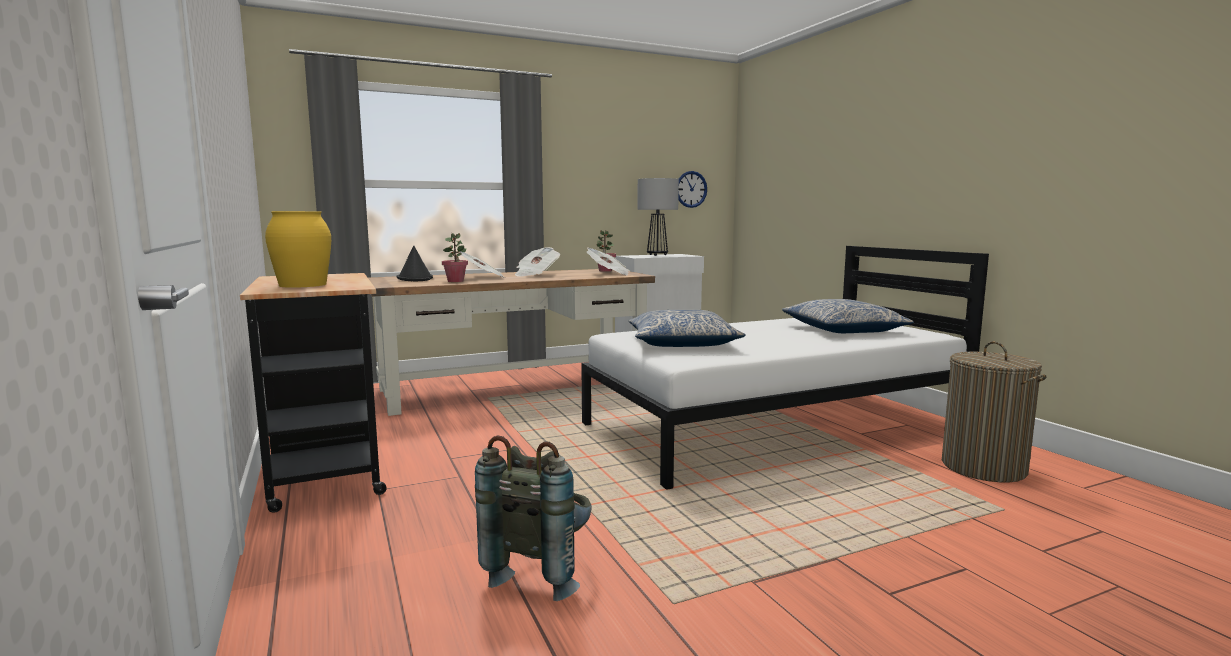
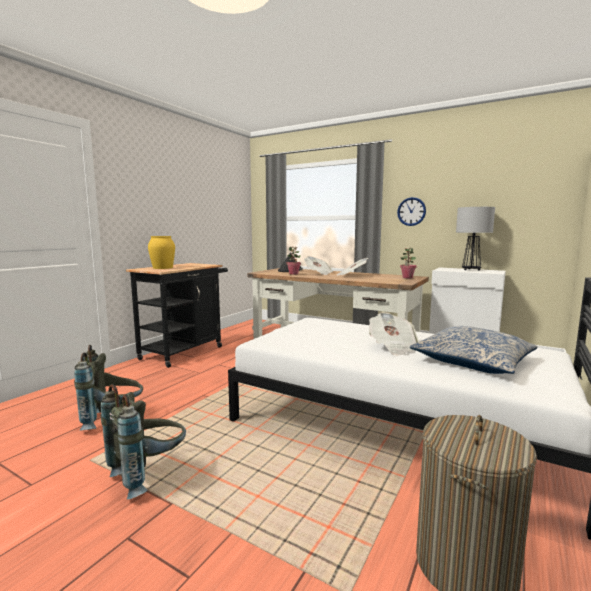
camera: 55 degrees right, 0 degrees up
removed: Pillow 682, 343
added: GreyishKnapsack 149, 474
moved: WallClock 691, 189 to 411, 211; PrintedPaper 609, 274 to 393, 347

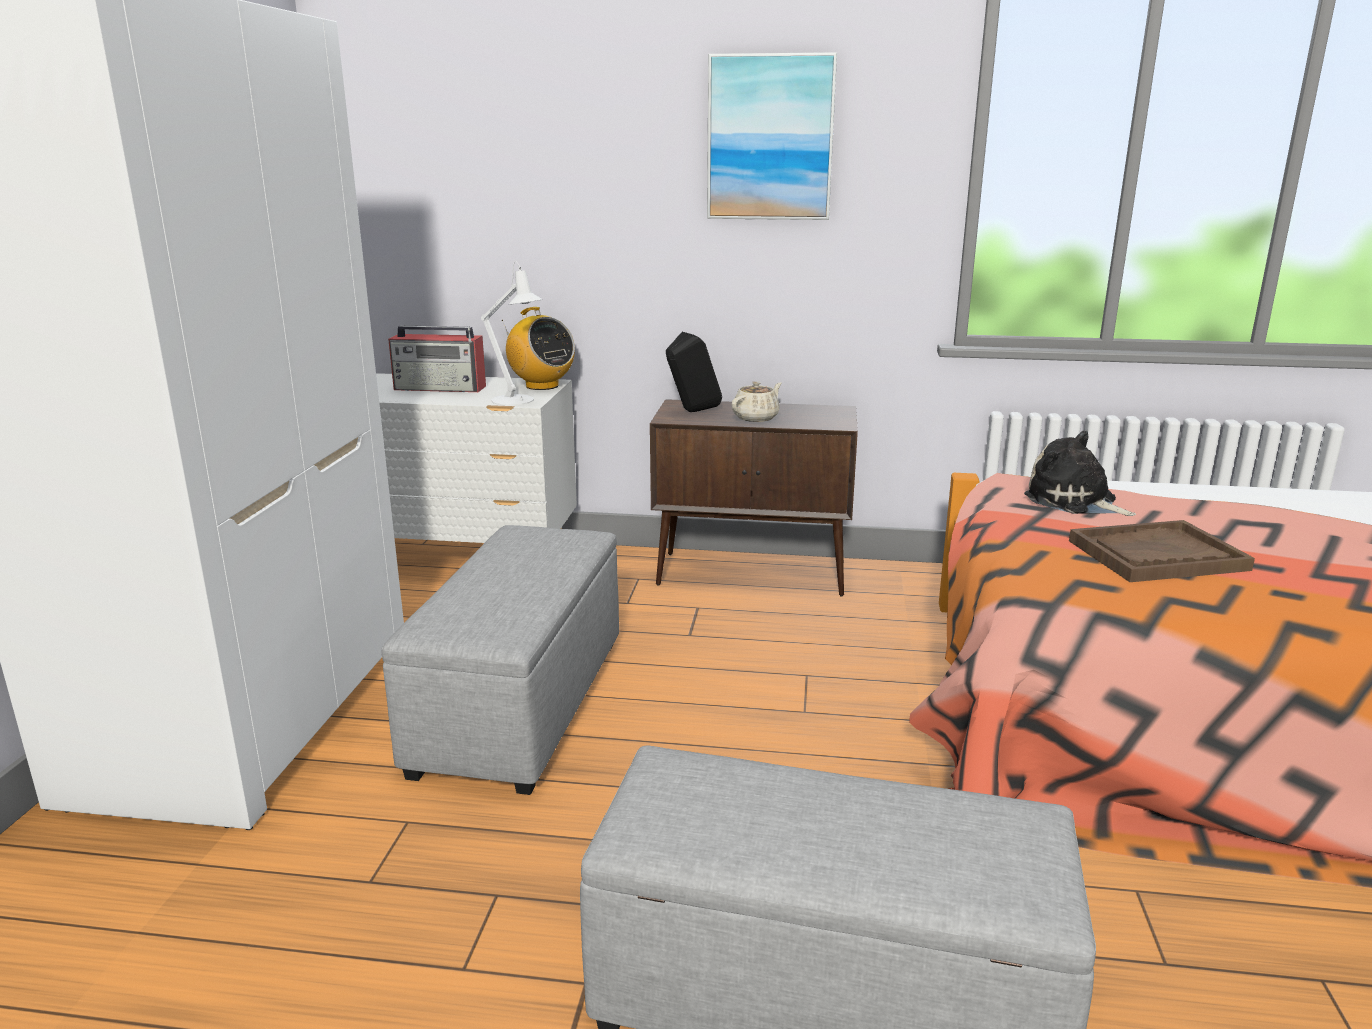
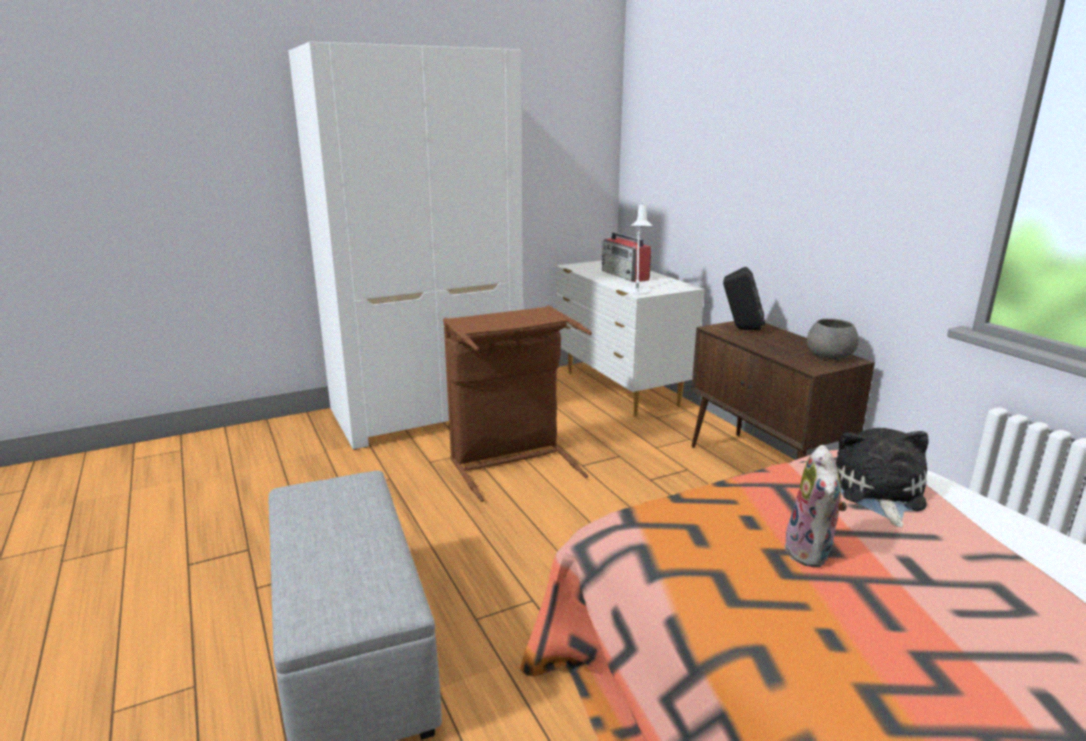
camera: 55 degrees right, 0 degrees up
removed: WallPicture 770, 138; Radio 541, 386; BeigePotForTea 756, 417
added: GreyishDeepDish 831, 356
replaced: BrownCarryingTray 1157, 555 to PlushToy 812, 552; GreyishFootrest 521, 703 to BrownWashingBasket 512, 463

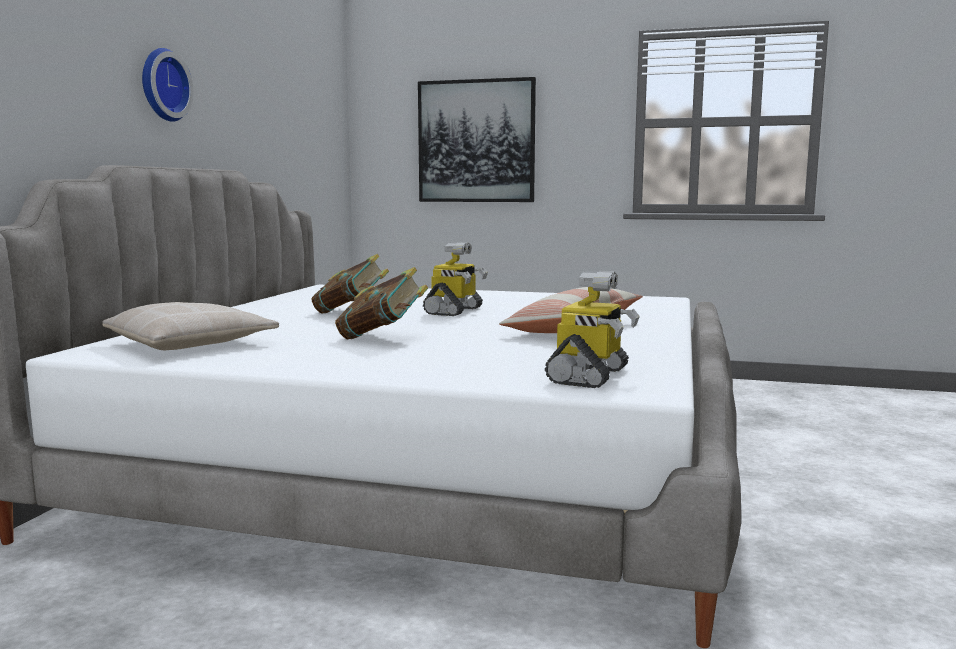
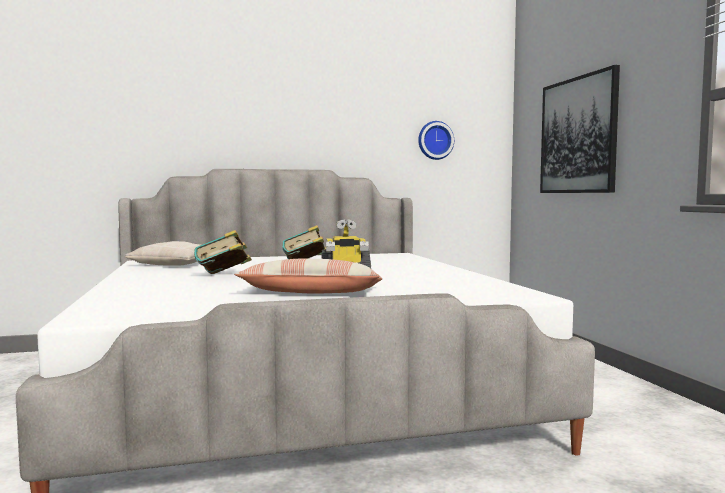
camera: 60 degrees right, 5 degrees down
removed: RobotFigure 590, 376
moved: WallClock 162, 85 to 435, 140

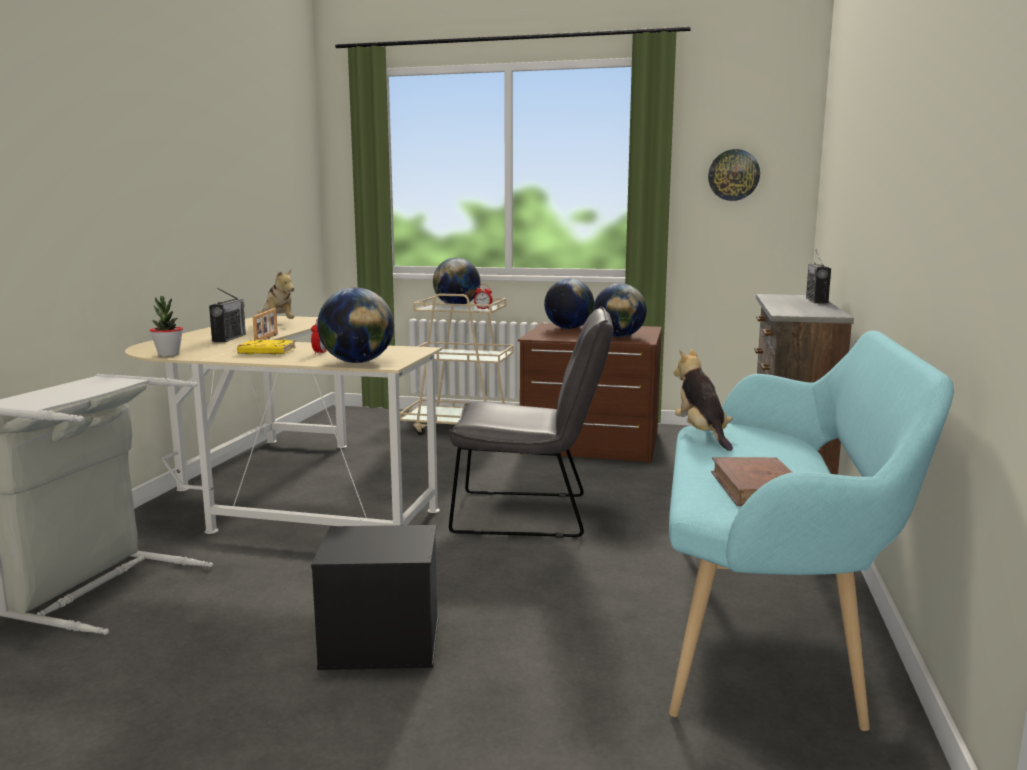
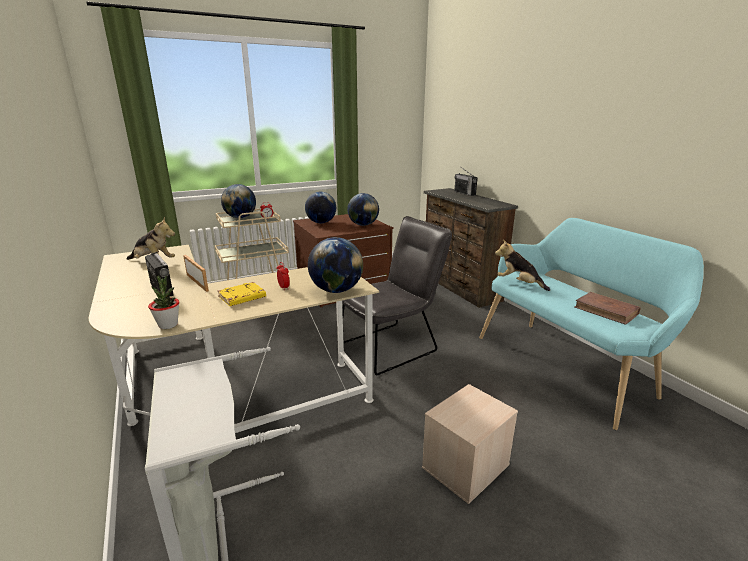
camera: 40 degrees left, 10 degrees up
removed: WallClock 733, 175
recoloured: BlackColouredStorageBin 379, 644 to BeigeStorageBin 466, 467

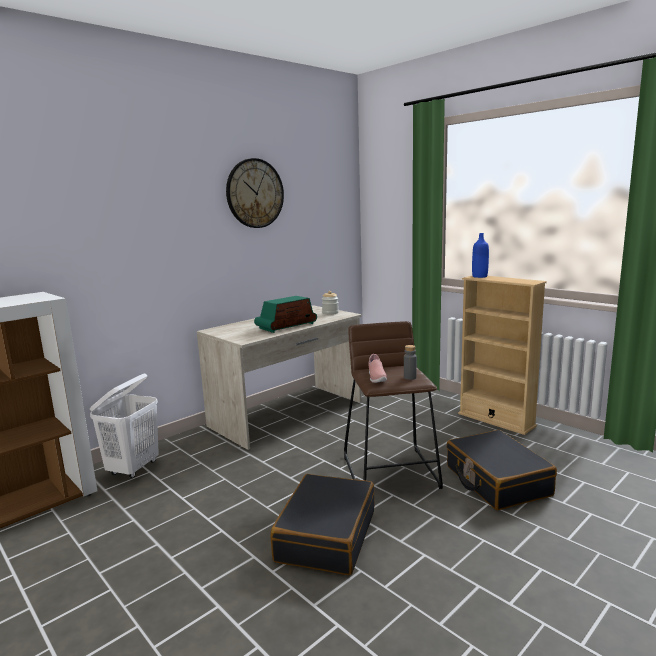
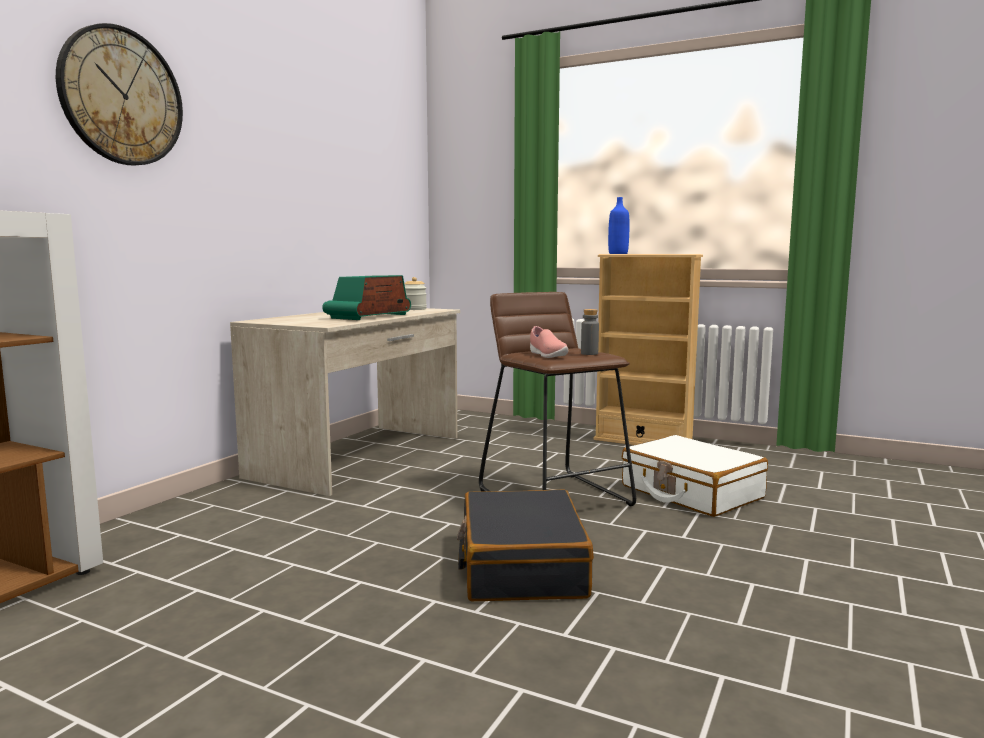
camera: 20 degrees left, 5 degrees down
removed: WhiteWashingBasket 134, 468
moved: WallClock 255, 193 to 121, 97
recoloured: BlackColouredPieceOfLuggage 496, 481 to WhitePieceOfLuggage 691, 492

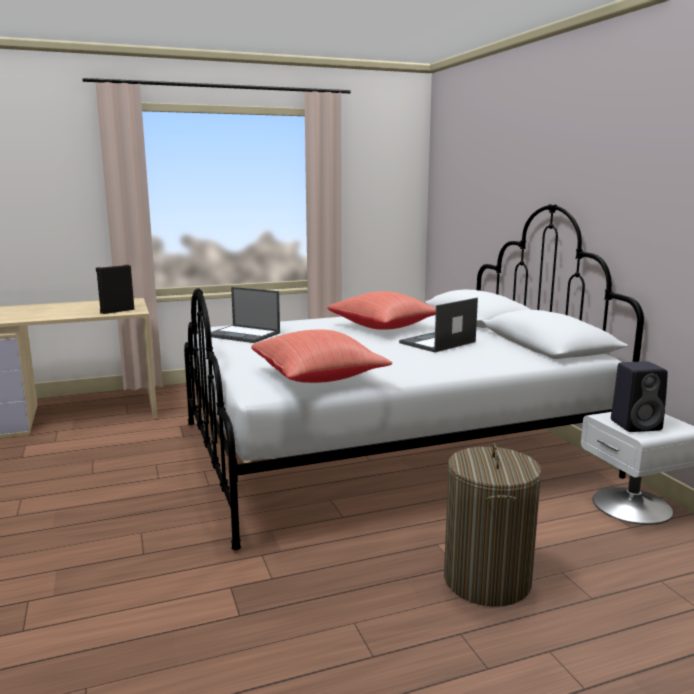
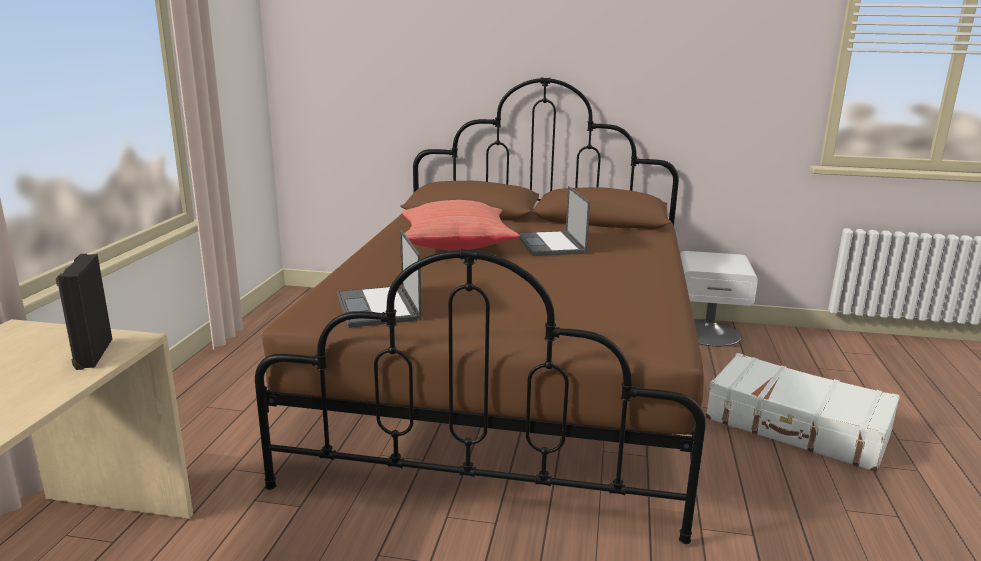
camera: 60 degrees left, 5 degrees up
removed: ReddishPillow 319, 378; BlackColouredSpeaker 637, 425
replaced: WashingBasket 487, 580 to WhitePieceOfLuggage 797, 427
recoloured: WhiteSleepingBed 387, 449 to BrownSleepingBed 512, 384
turned: PortableComputer 244, 335 = 378, 307 105 degrees clockwise

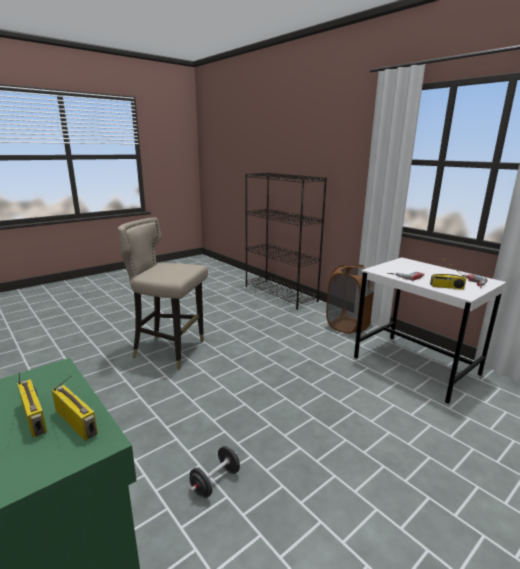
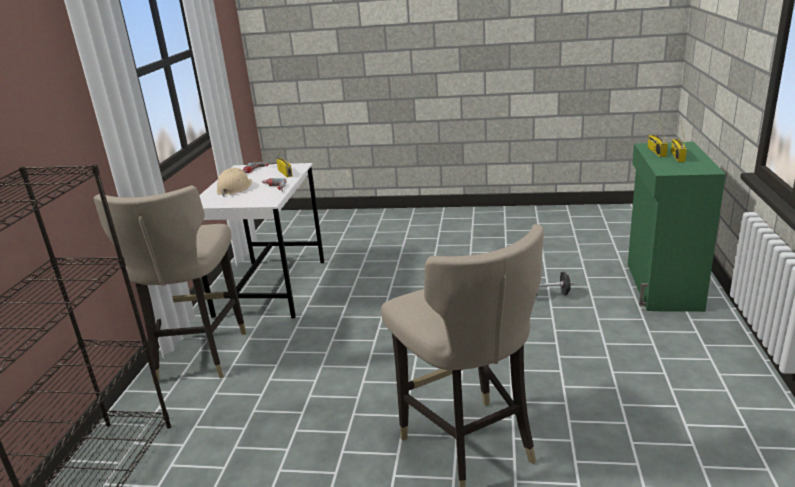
camera: 130 degrees left, 5 degrees up
added: BeigeHardHat 234, 188
replaced: BrownWashingBasket 349, 325 to BeigeStool 198, 355

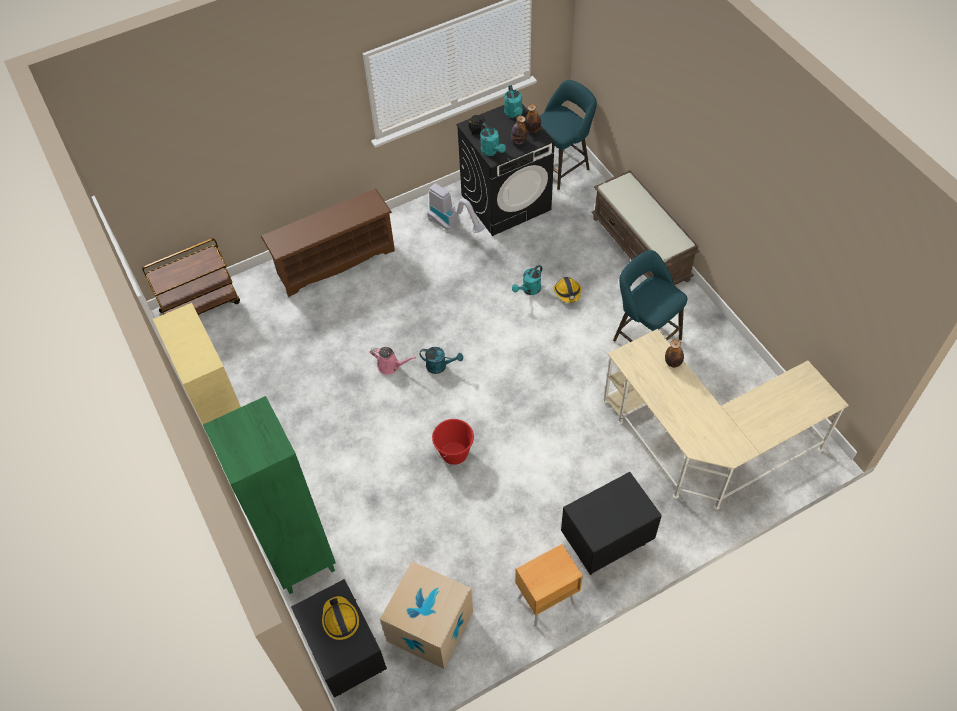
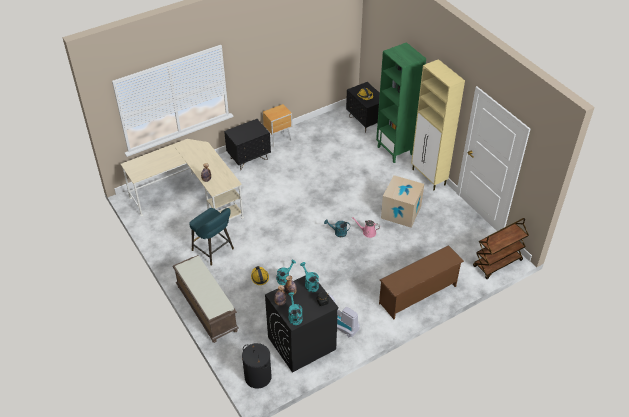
camera: 175 degrees right, 10 degrees down
removed: ReddishBucket 454, 453
moved: PackingBox 430, 626 to 401, 212
replaced: TurquoiseColouredStool 561, 166 to BlackColouredWashingBasket 257, 377

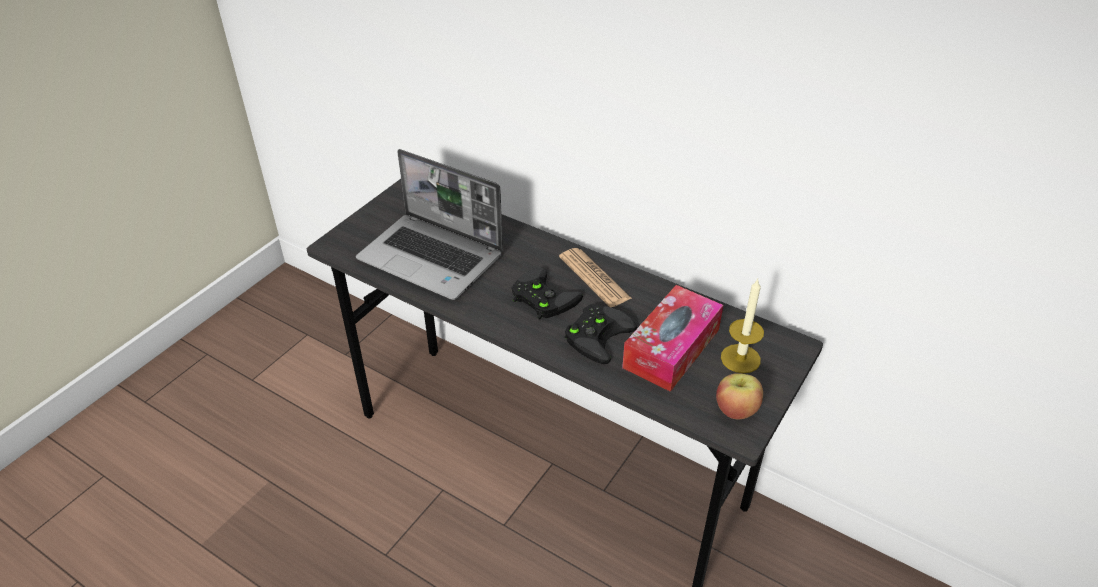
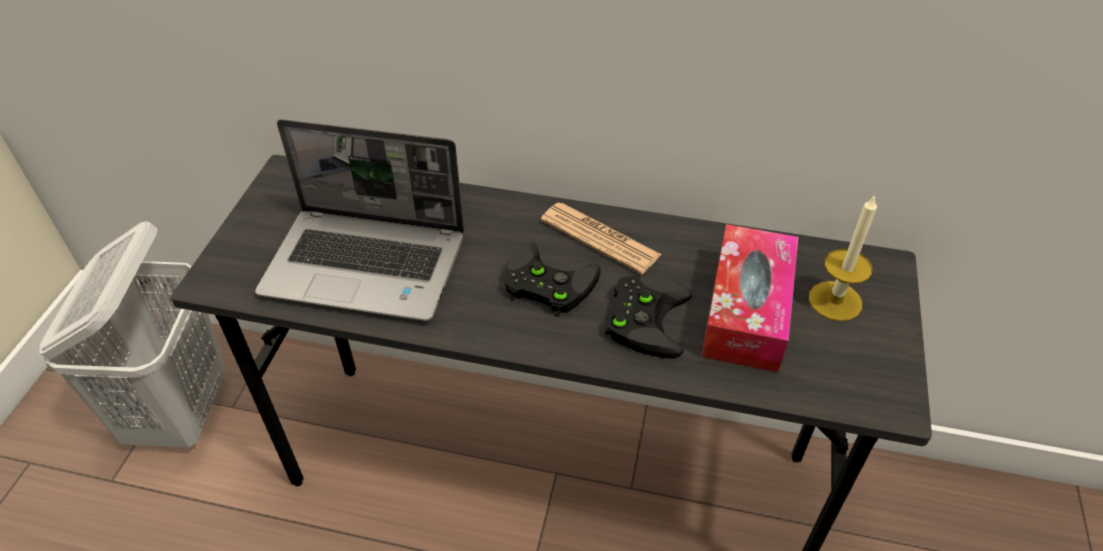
camera: 20 degrees left, 5 degrees up
removed: Apple 736, 409
added: WhiteWashingBasket 180, 411

